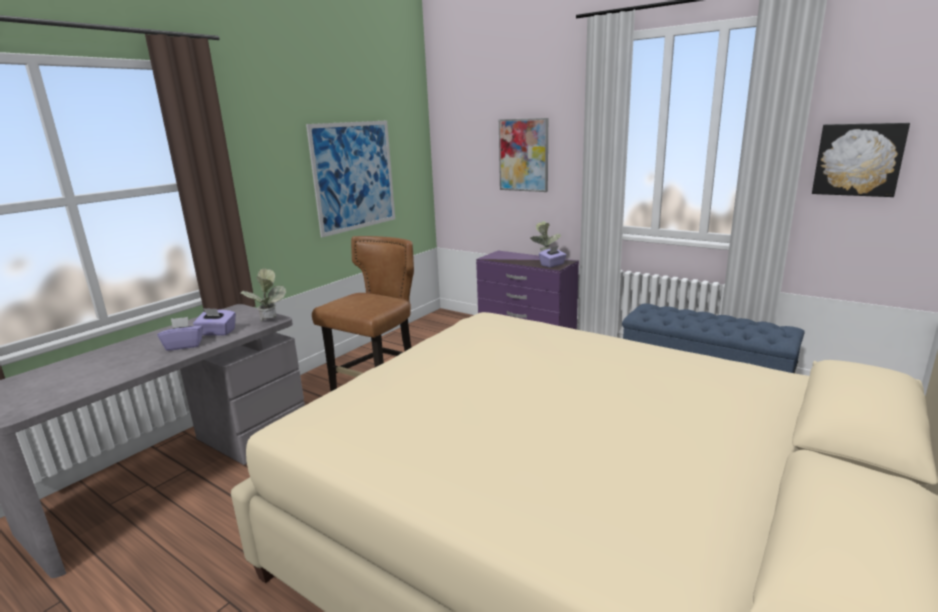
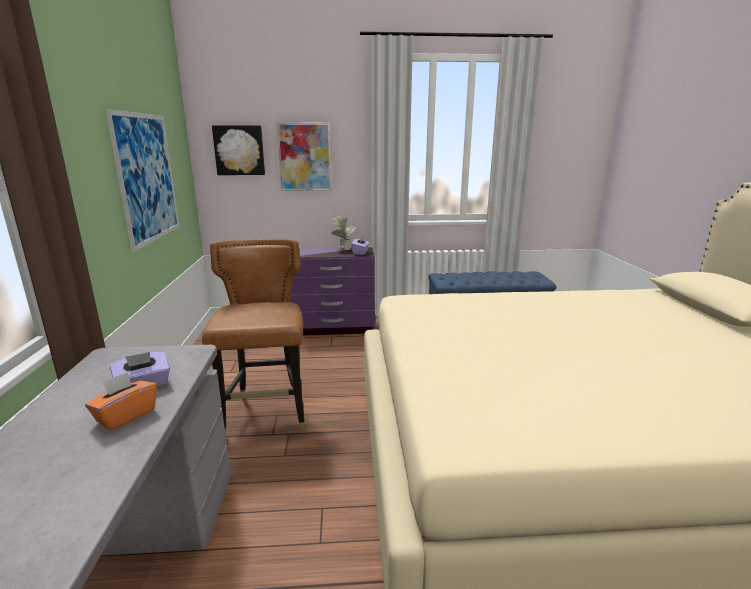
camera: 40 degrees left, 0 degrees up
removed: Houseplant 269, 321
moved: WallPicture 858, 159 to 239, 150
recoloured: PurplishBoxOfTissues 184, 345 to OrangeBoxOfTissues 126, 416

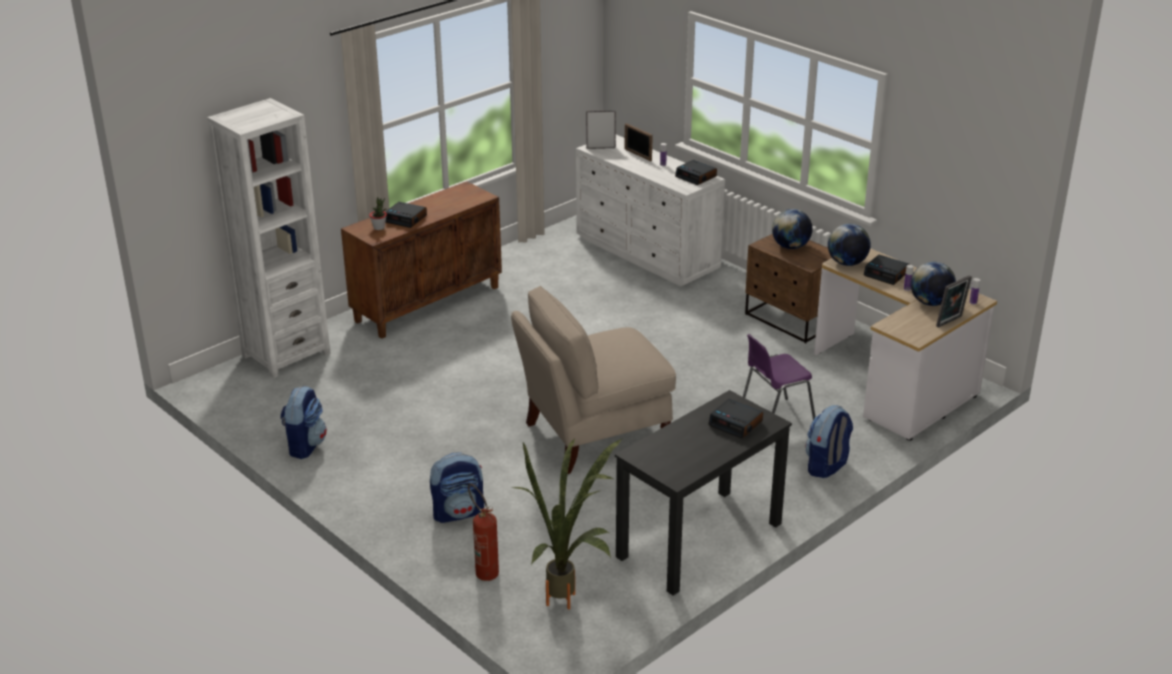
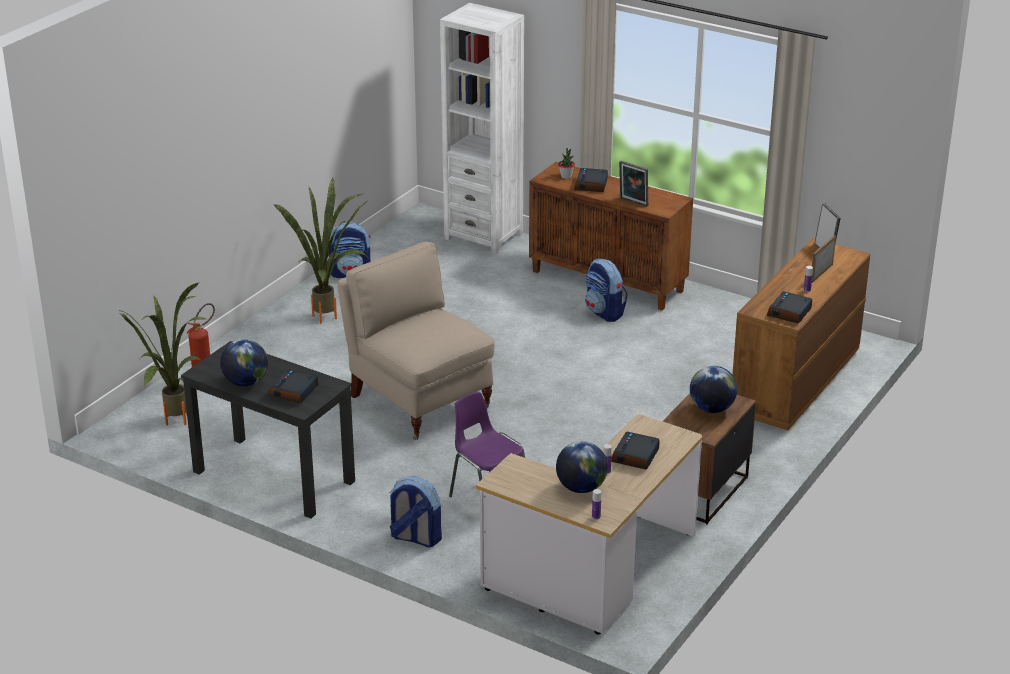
camera: 75 degrees right, 0 degrees up
added: Houseplant 332, 316
moved: DeskGlobe 847, 263 to 245, 382; StandingFrame 950, 322 to 633, 203; Knapsack 458, 512 to 604, 312
recoloured: WhiteDresser 647, 254 to BrownDresser 795, 383

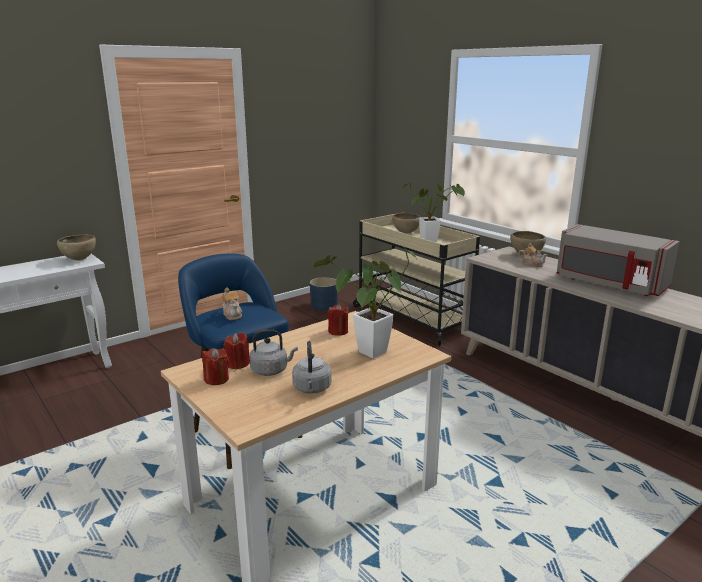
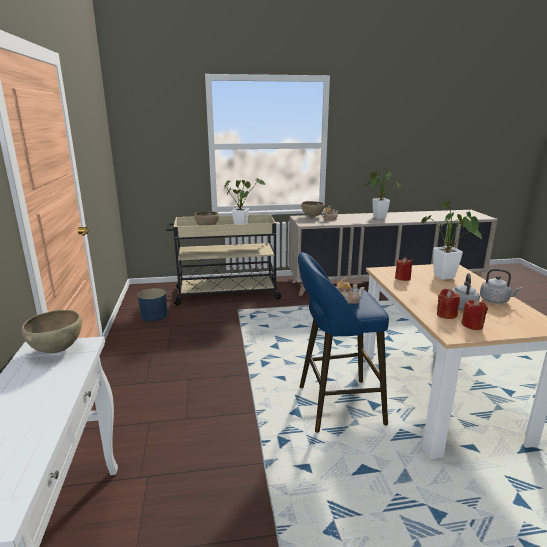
camera: 60 degrees left, 0 degrees up
replaced: GreyishMicrowave 609, 284 to Houseplant 378, 217

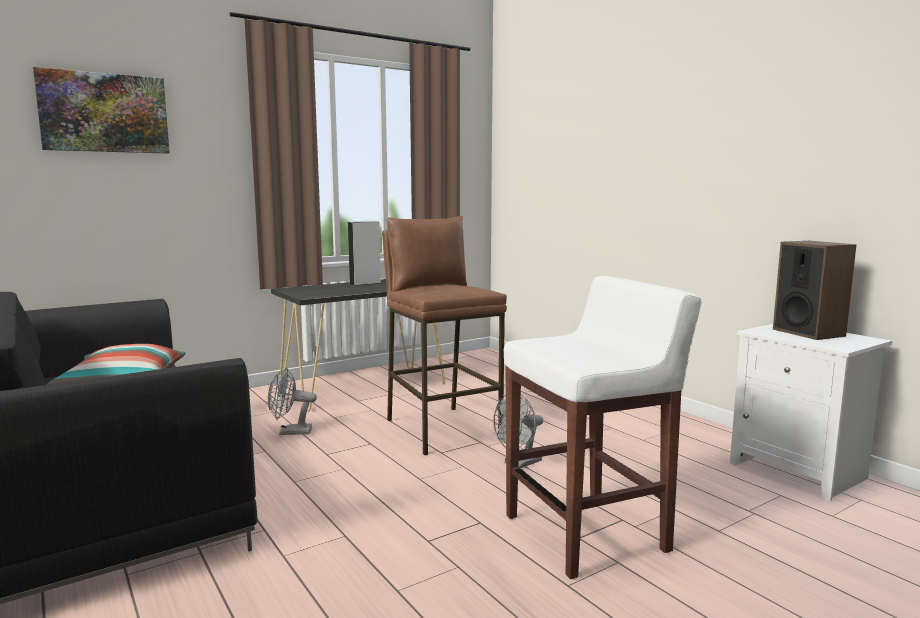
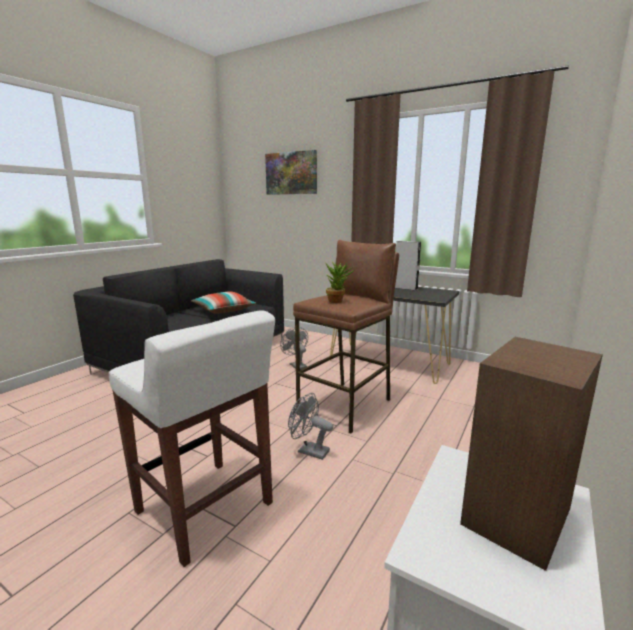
camera: 65 degrees right, 5 degrees up
added: Houseplant 338, 301

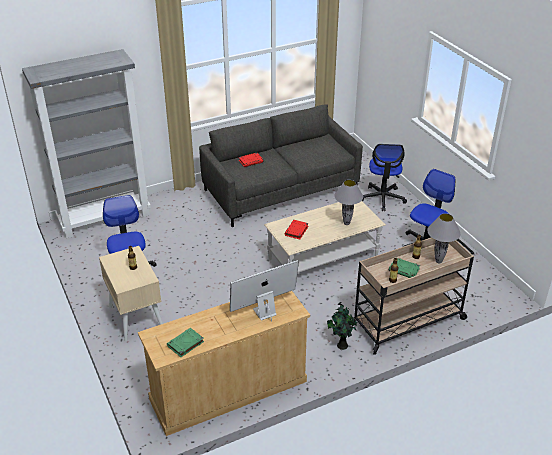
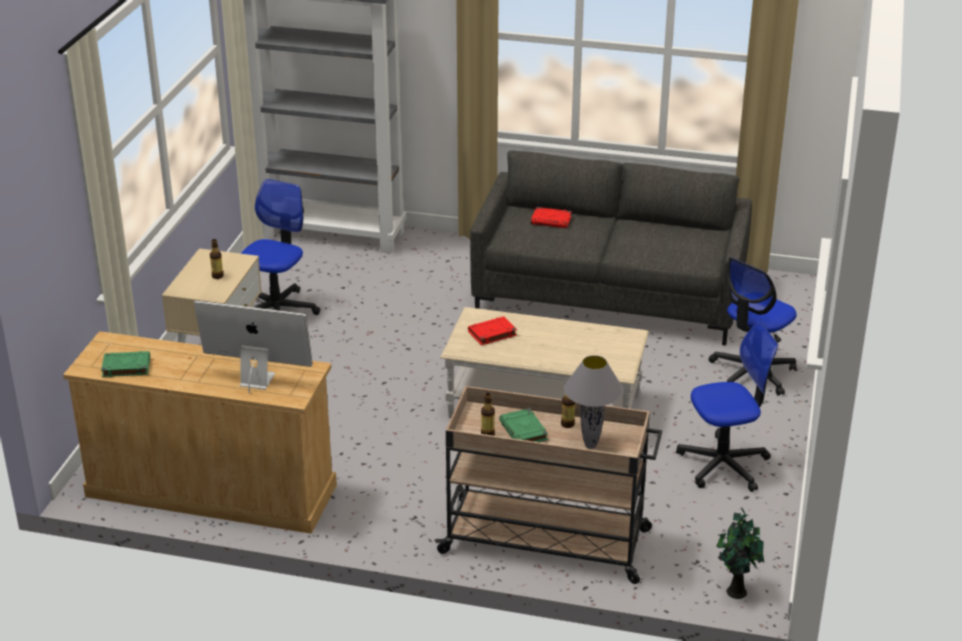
camera: 40 degrees right, 5 degrees down
removed: GreyishLampForATable 346, 223
moved: Houseplant 341, 345 to 735, 590

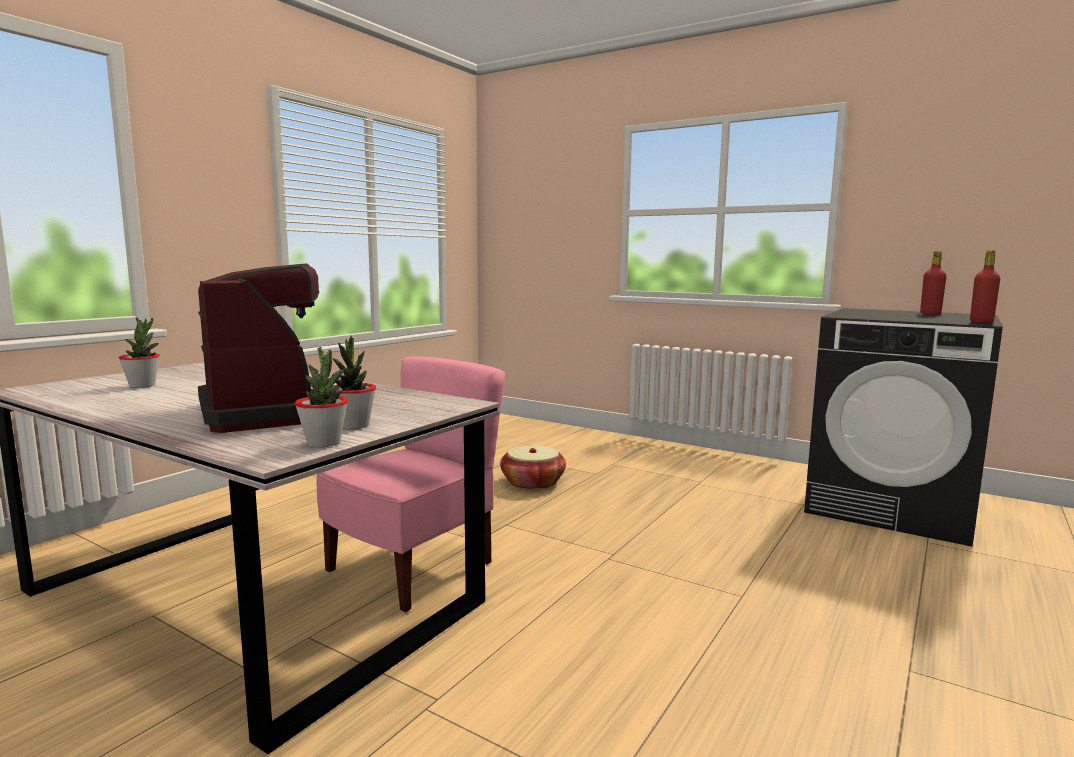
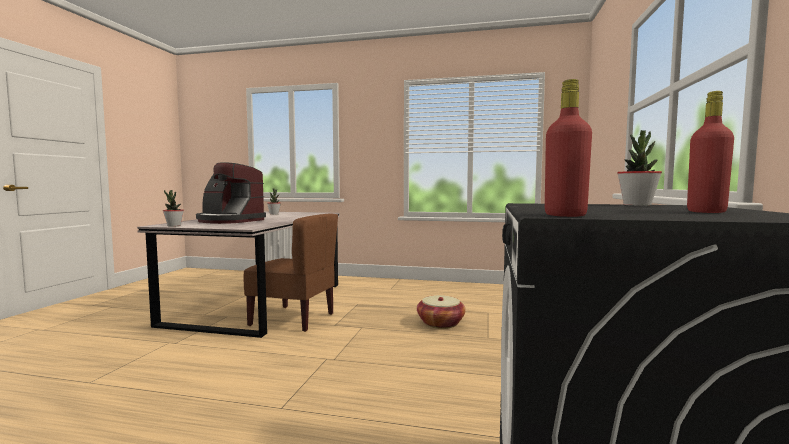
camera: 70 degrees right, 5 degrees down
moved: Houseplant 354, 425 to 637, 205
recoloured: PinkPlainChair 413, 568 to BrownPlainChair 293, 319
turned: CoffeeMaker 274, 411 = 229, 221 75 degrees clockwise

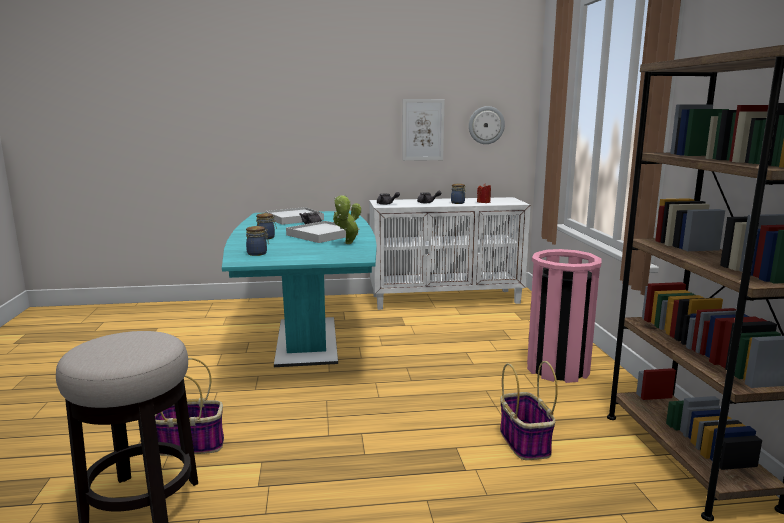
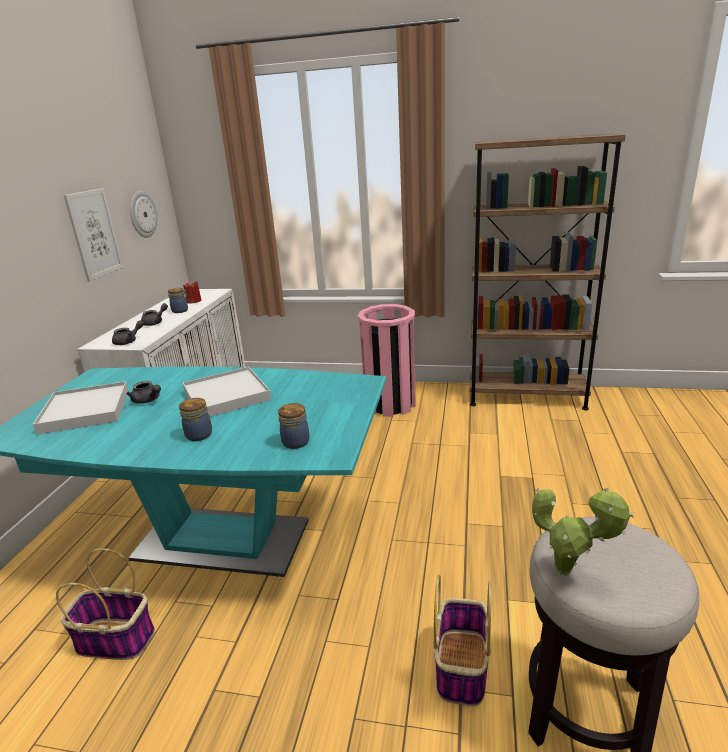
camera: 70 degrees left, 10 degrees up
moved: Houseplant 347, 244 to 568, 573; HouseholdBasket 524, 441 to 114, 640

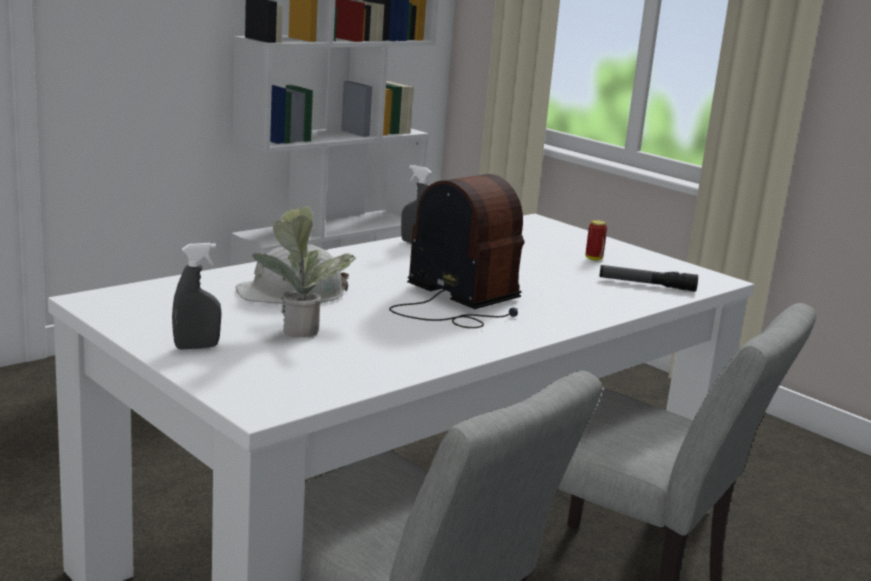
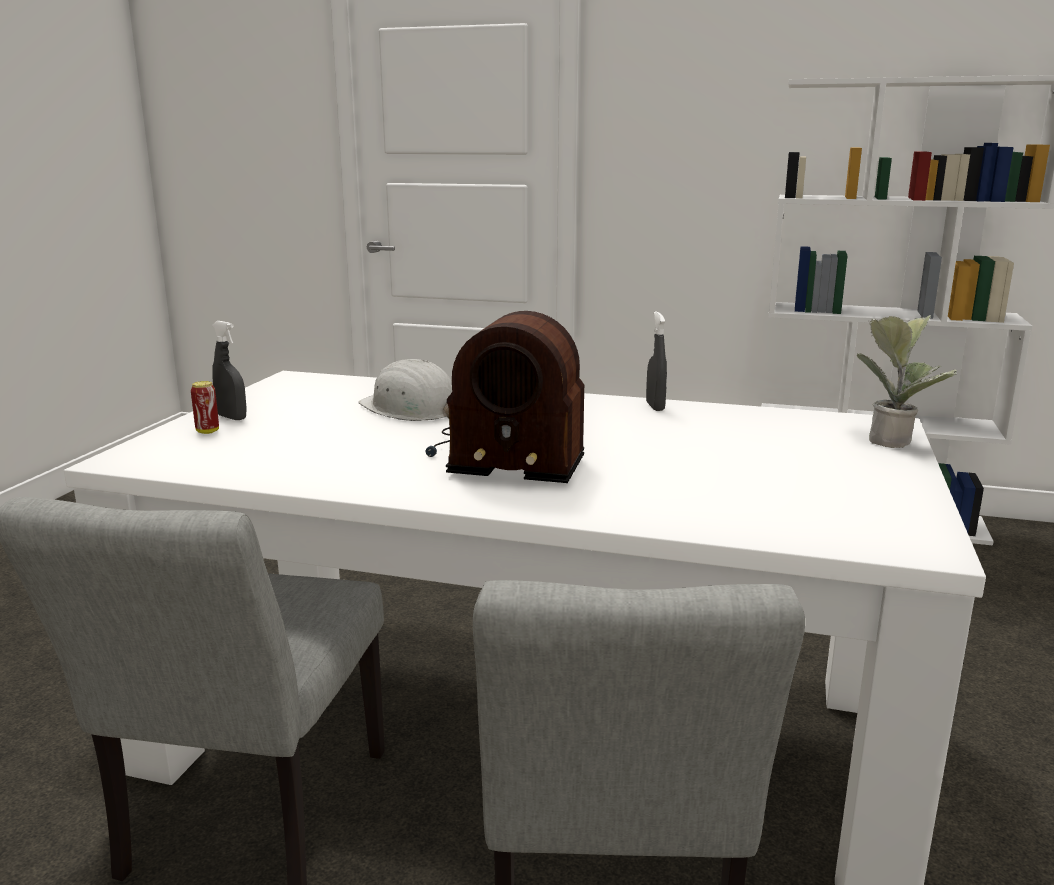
camera: 60 degrees right, 0 degrees up
removed: HandTorch 646, 285
moved: Houseplant 299, 327 to 894, 440; MetalCan 593, 258 to 207, 431
turned: Radio 458, 302 = 504, 455 90 degrees clockwise

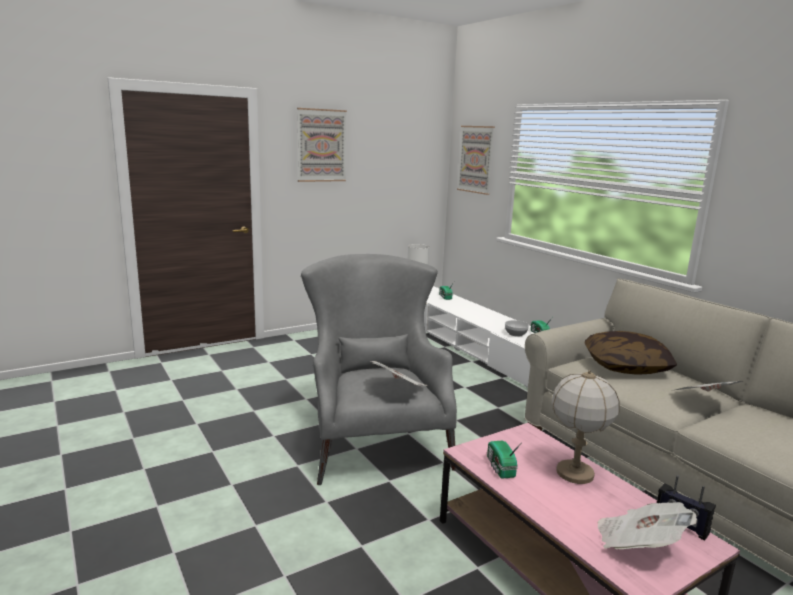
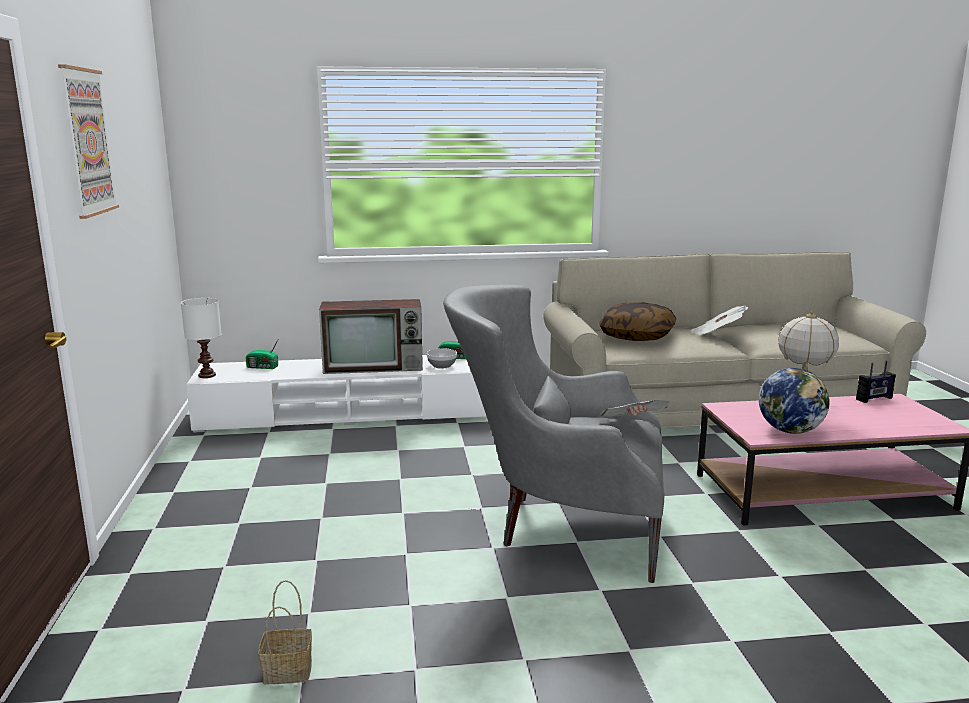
camera: 65 degrees left, 0 degrees up
removed: WallPicture 476, 159; PrintedPaper 638, 544
added: Television 375, 366; HouseholdBasket 289, 670
replaced: Radio 500, 468 to DeskGlobe 790, 431

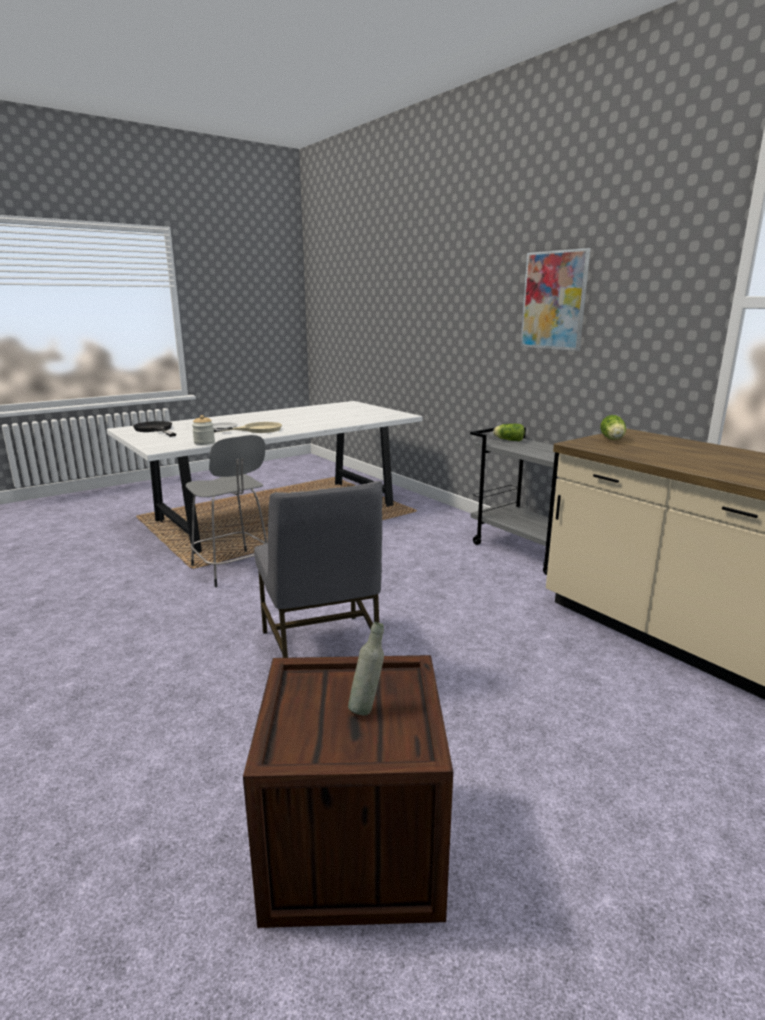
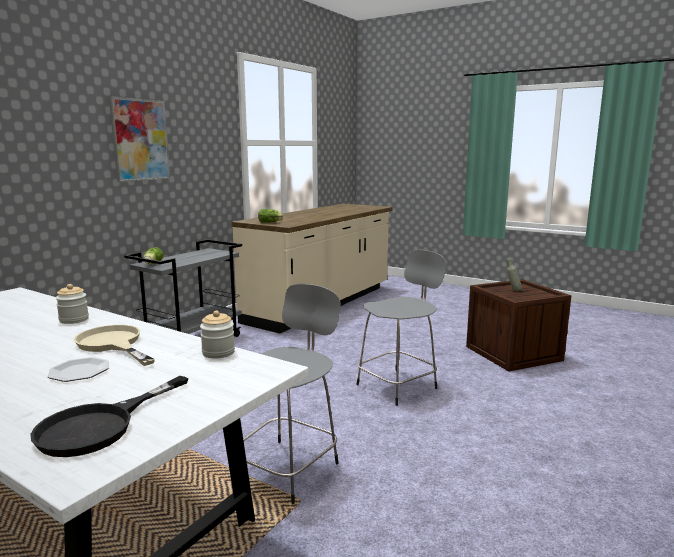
camera: 110 degrees left, 5 degrees down
added: PreserveJar 74, 320
replaced: GreyishPlainChair 321, 651 to GreyishStool 398, 386

